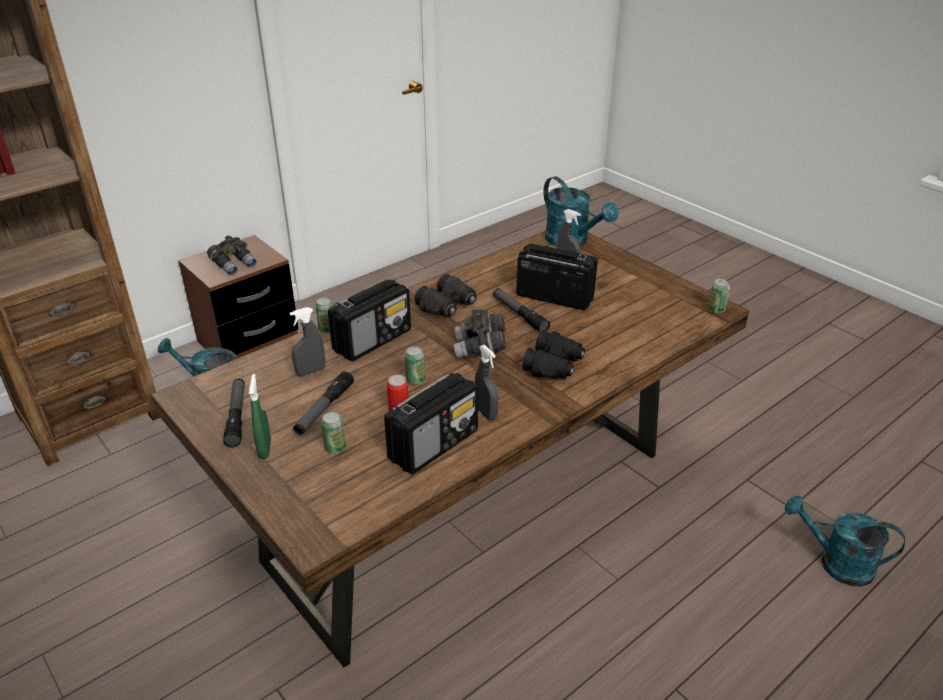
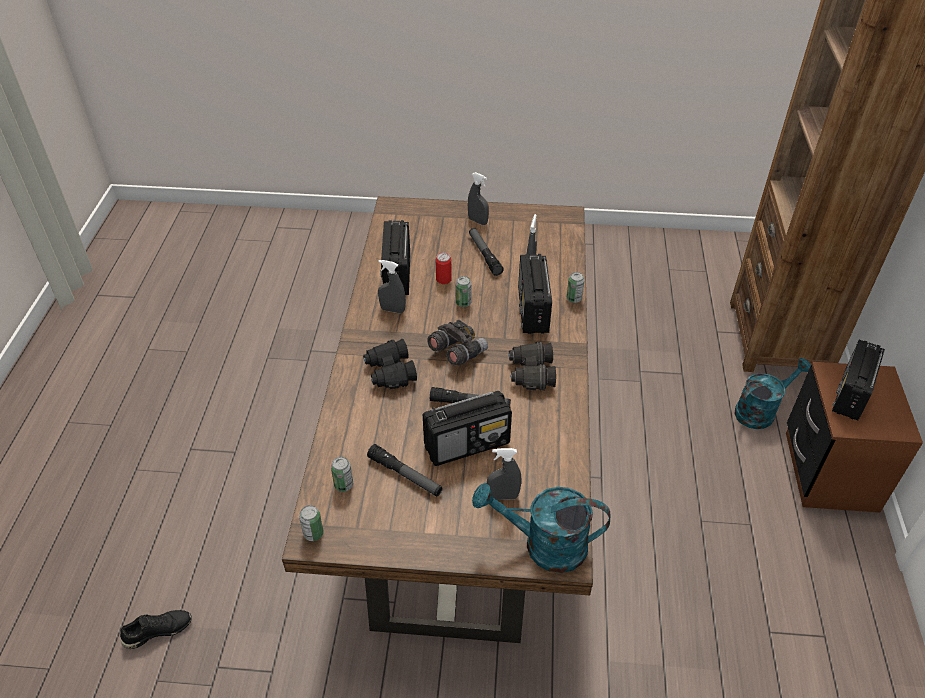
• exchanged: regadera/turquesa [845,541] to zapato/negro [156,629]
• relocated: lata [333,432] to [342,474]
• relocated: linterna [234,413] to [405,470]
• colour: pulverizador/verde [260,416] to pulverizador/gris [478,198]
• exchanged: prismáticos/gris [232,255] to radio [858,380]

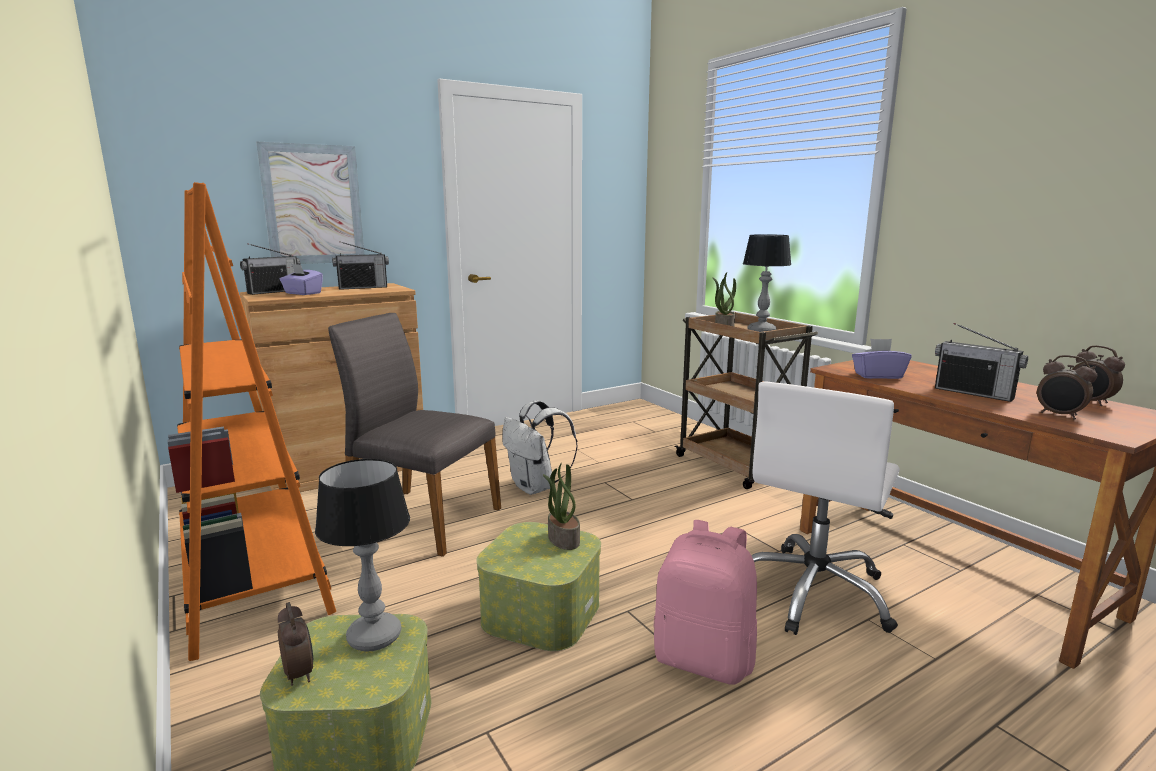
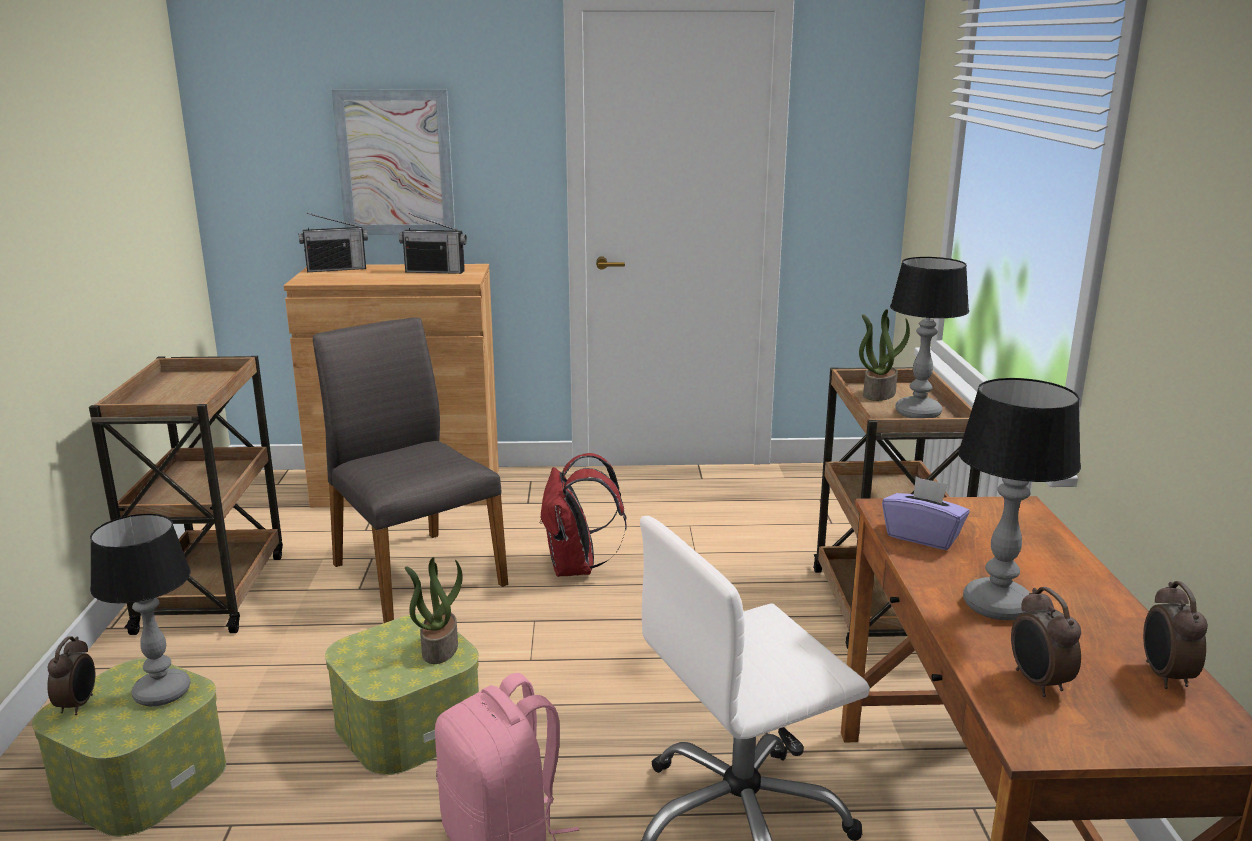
• exchanged: estantería/naranja [251,421] to carrito/marrón [186,495]
• colour: mochila/blanco [540,448] to mochila/rojo [583,515]
• exchanged: radio [981,362] to lámpara de mesa [1019,499]
• missing: caja de pañuelos/morado [301,279]

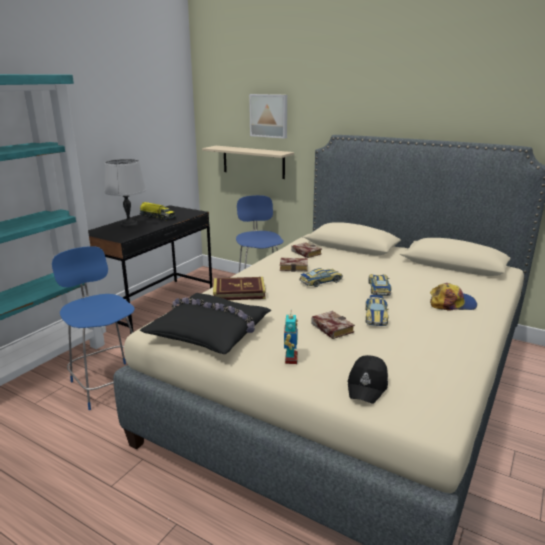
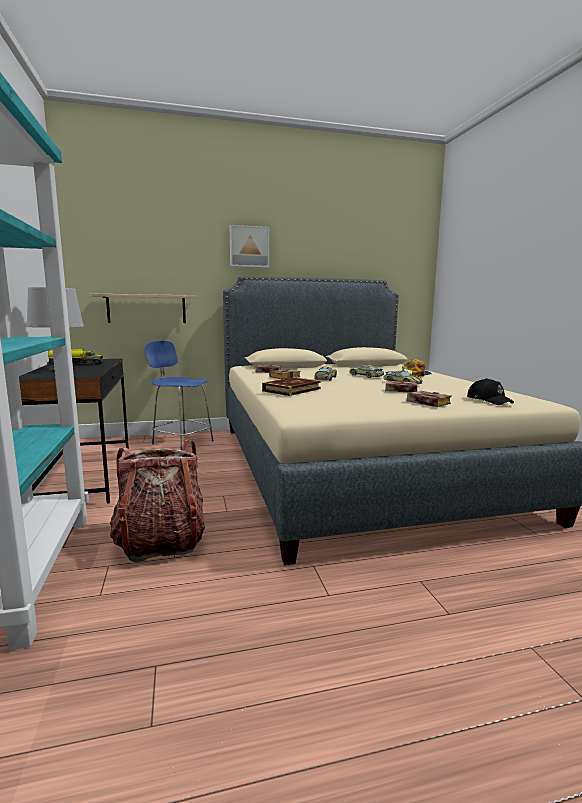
• exchanged: silla/azul [93,328] to mochila [157,500]
• relocated: cuadro [268,116] to [249,246]
• exchanged: robot de juguete [291,339] to libro [429,399]
• missing: cojín/negro [205,323]

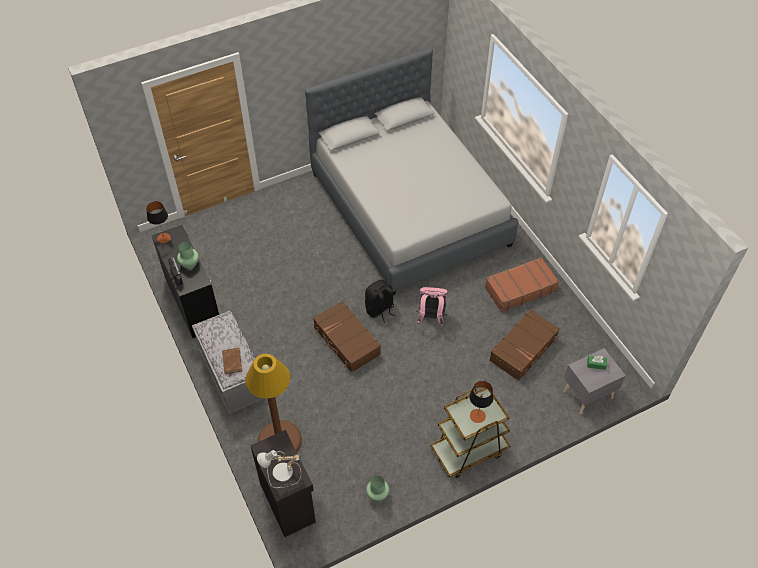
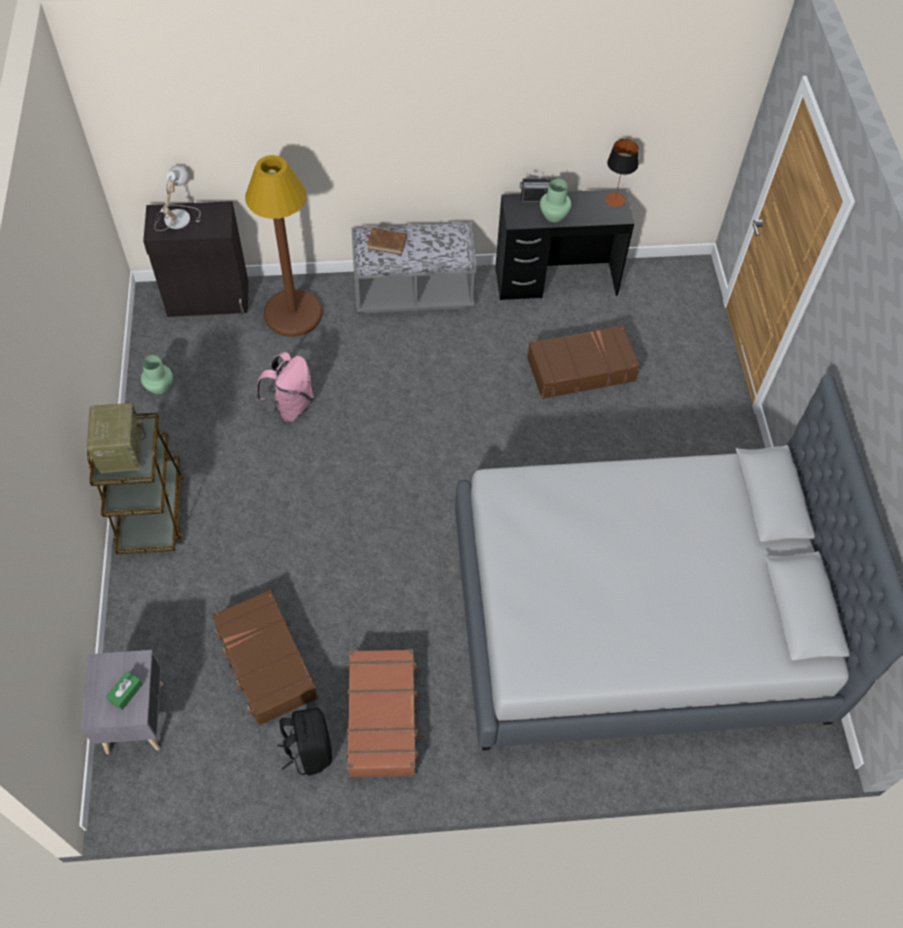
• exchanged: lámpara de mesa [481,402] to radio [116,438]
• relocated: mochila/rosa [432,307] to [284,387]
• relocated: mochila/negro [380,301] to [304,741]
• relocated: maleta/marrón [347,337] to [583,362]

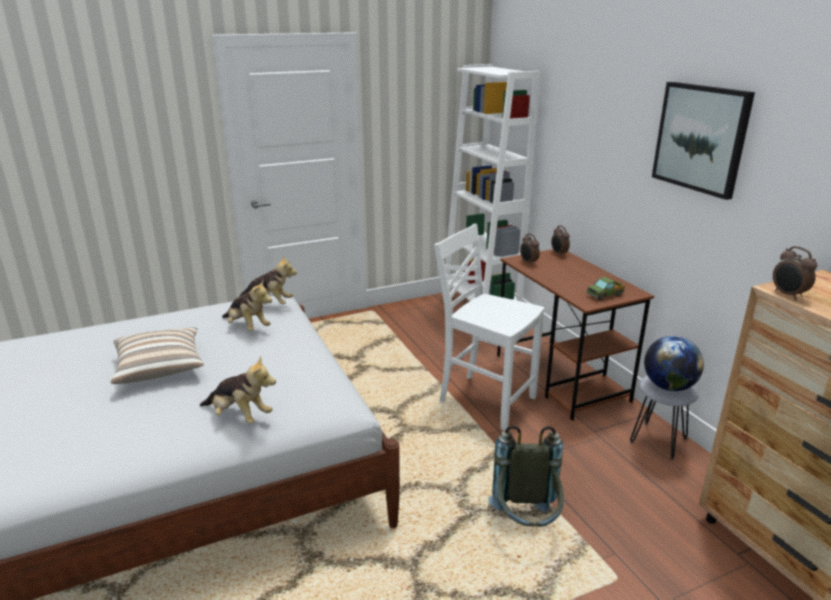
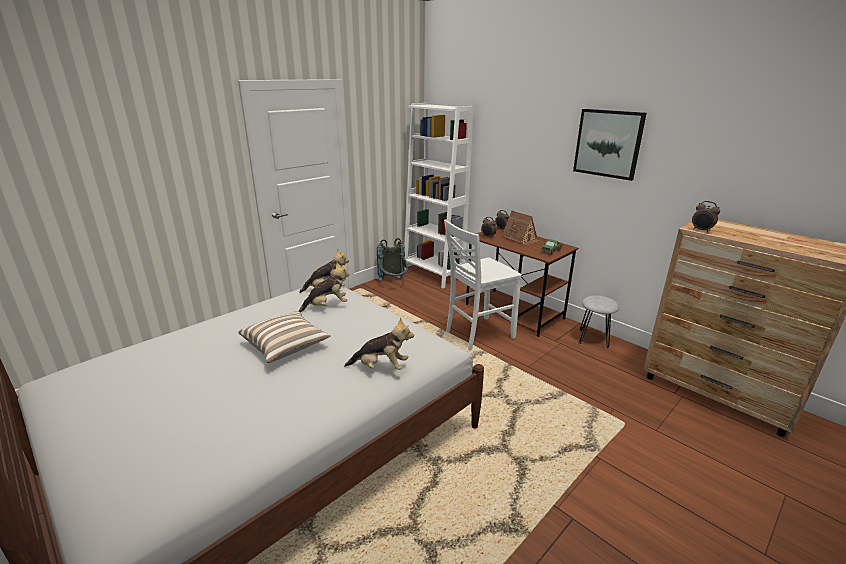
• spun: peluche [247,305] = [324,287] 45 degrees counterclockwise
• relocated: mochila/gris [526,476] to [392,259]
• spun: silla/blanco [489,327] = [483,284] 45 degrees counterclockwise
• appeared: casita [520,227]
• missing: globo terráqueo [674,363]

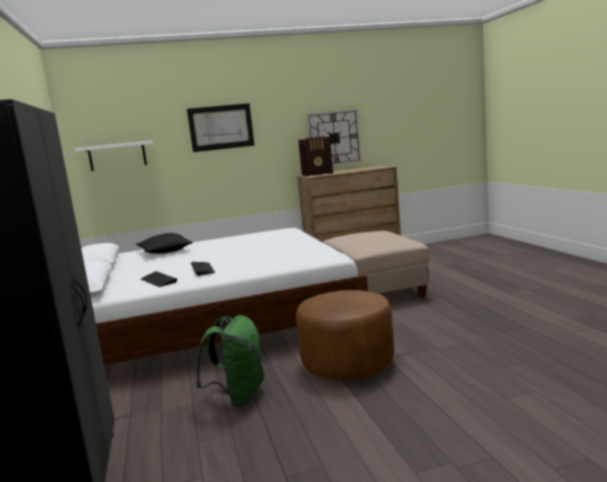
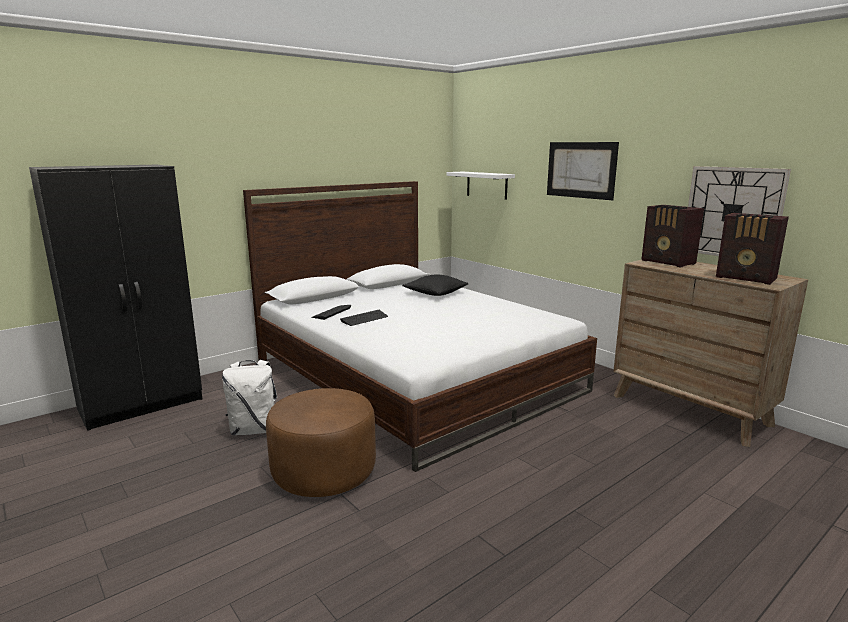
• colour: mochila/verde [230,361] to mochila/blanco [249,397]
• appeared: radio [752,249]
• missing: puf/beis [376,264]

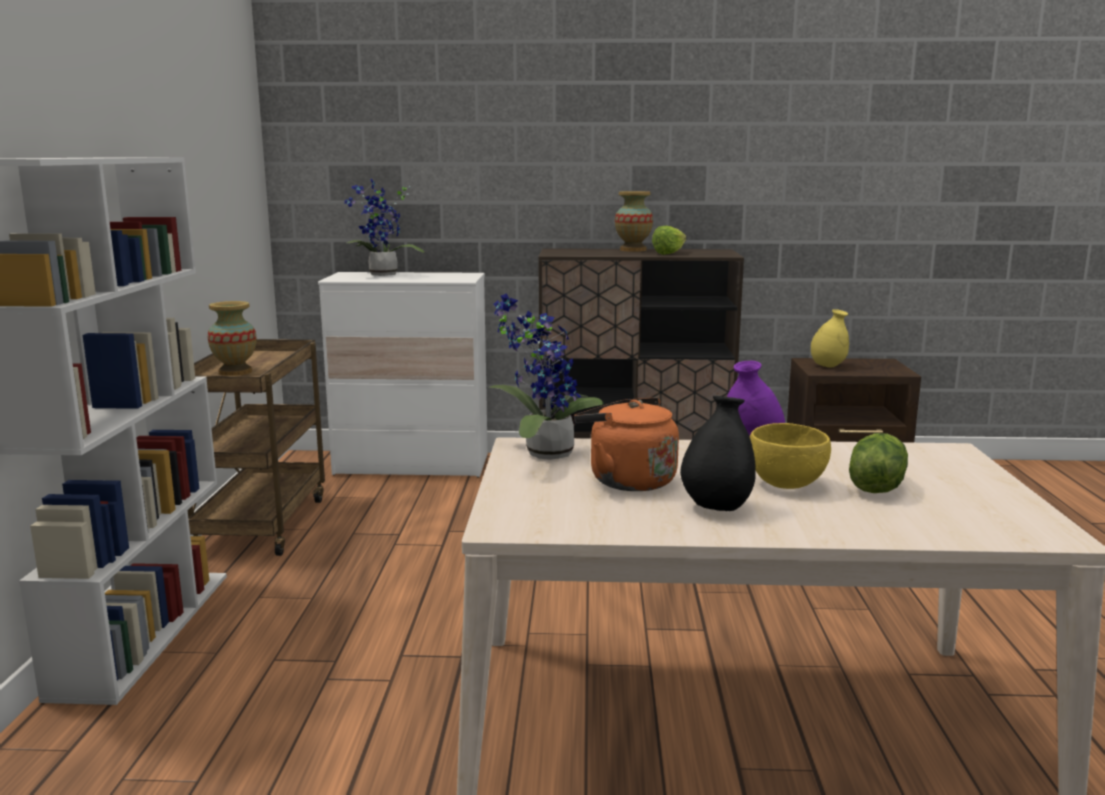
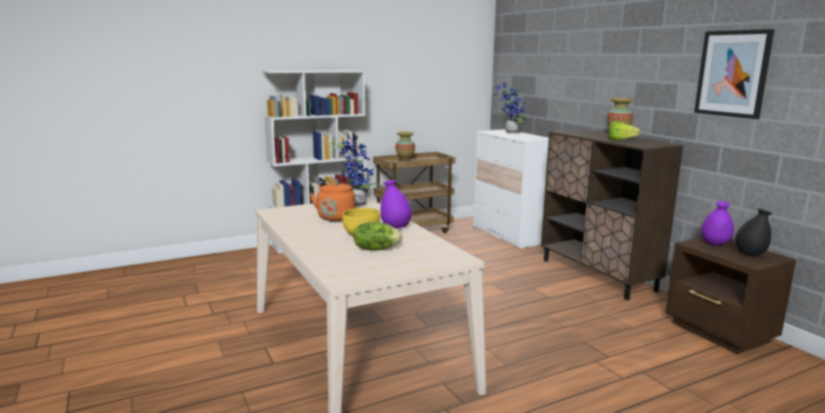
• appeared: cuadro [734,74]
• colour: florero/amarillo [830,338] to florero/morado [717,223]
• relocated: florero/negro [718,453] to [753,233]

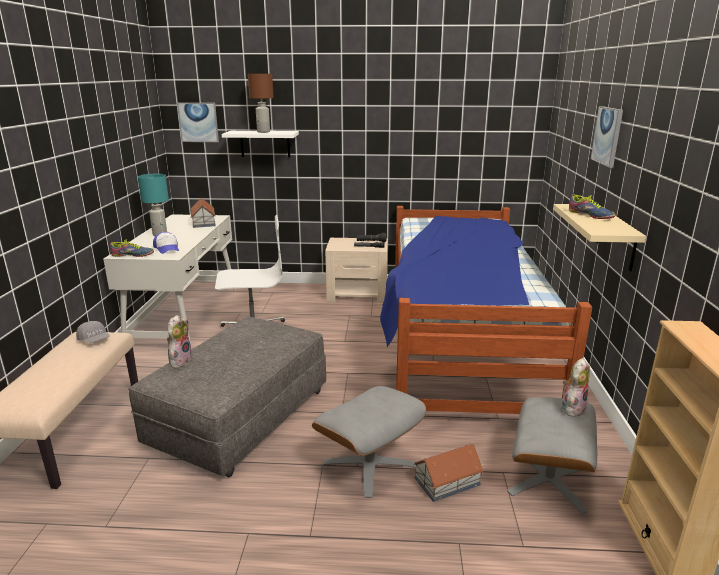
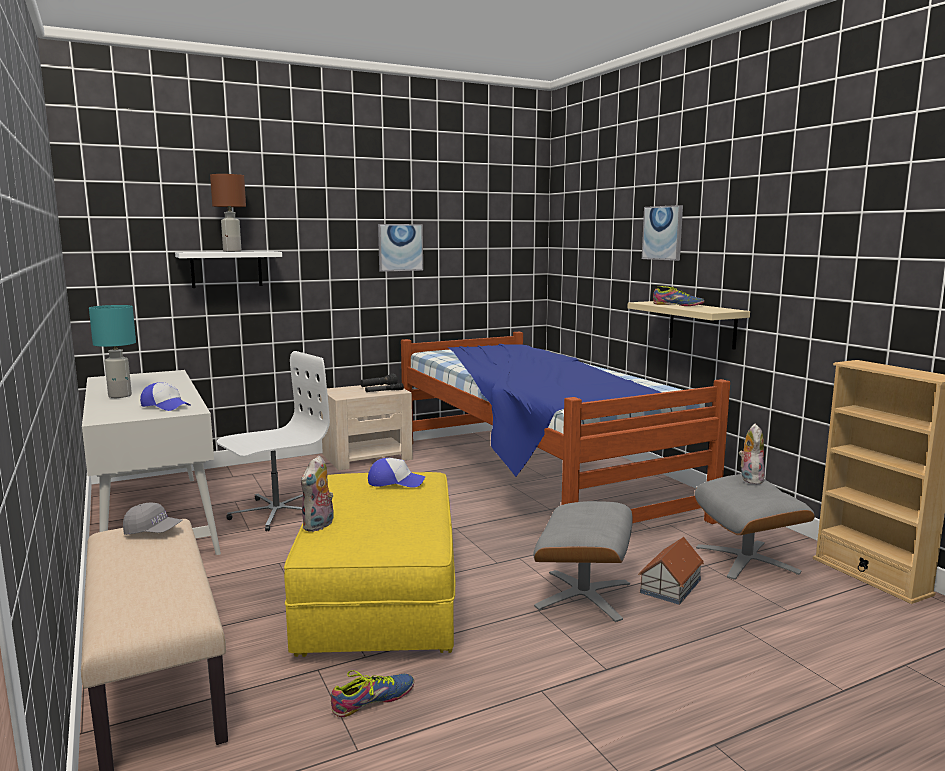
• colour: puf/gris [227,397] to puf/amarillo [369,564]
• spun: peluche [179,341] = [317,493] 150 degrees counterclockwise
• relocated: zapato [132,248] to [372,693]
• appeared: gorra [396,473]
• relocated: cuadro [198,122] to [400,248]
• missing: casita [203,213]

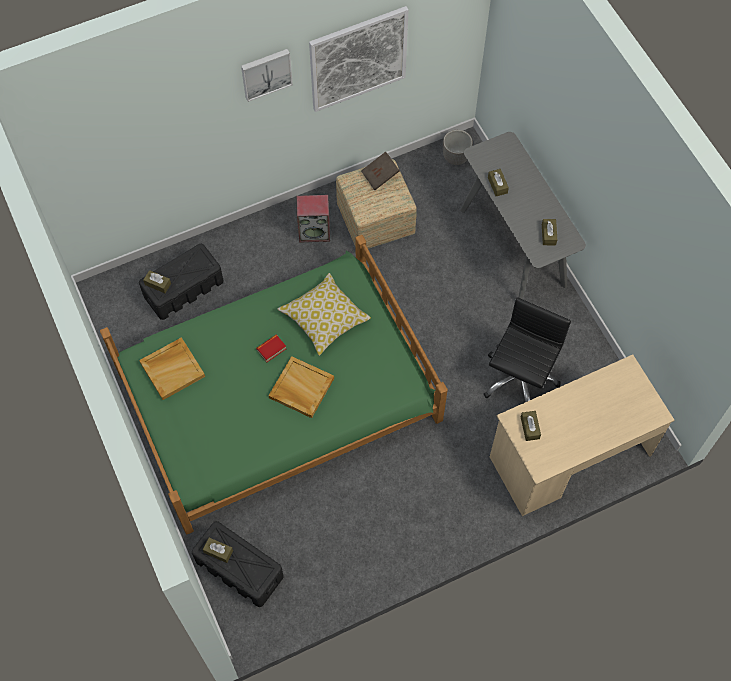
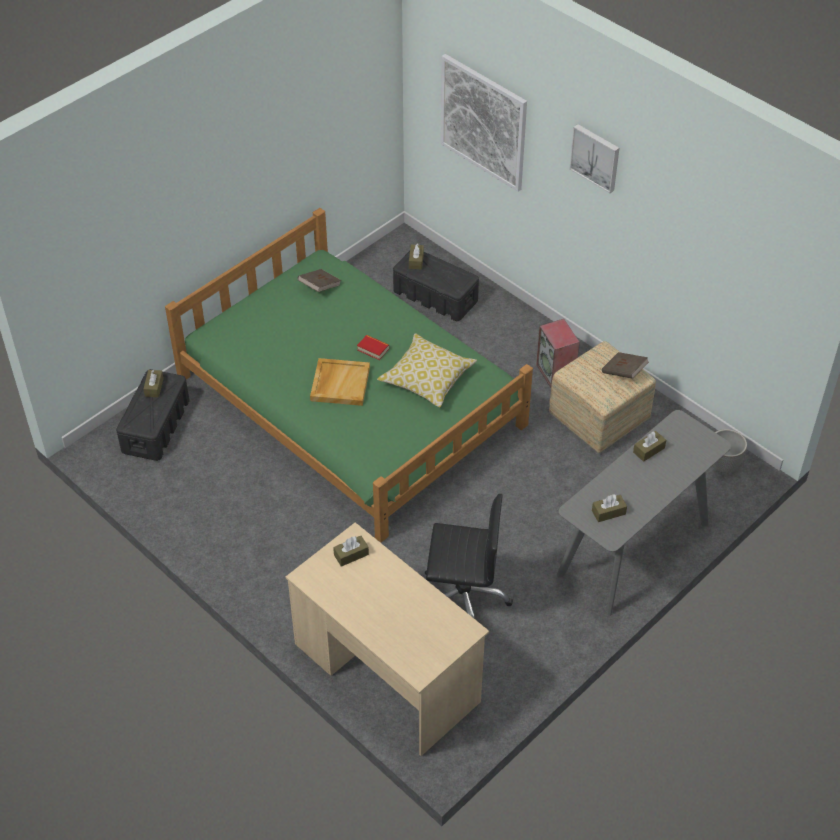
• exchanged: bandeja/beis [172,368] to libro/marrón [319,280]
• relocated: cuadro [359,59] to [483,123]

